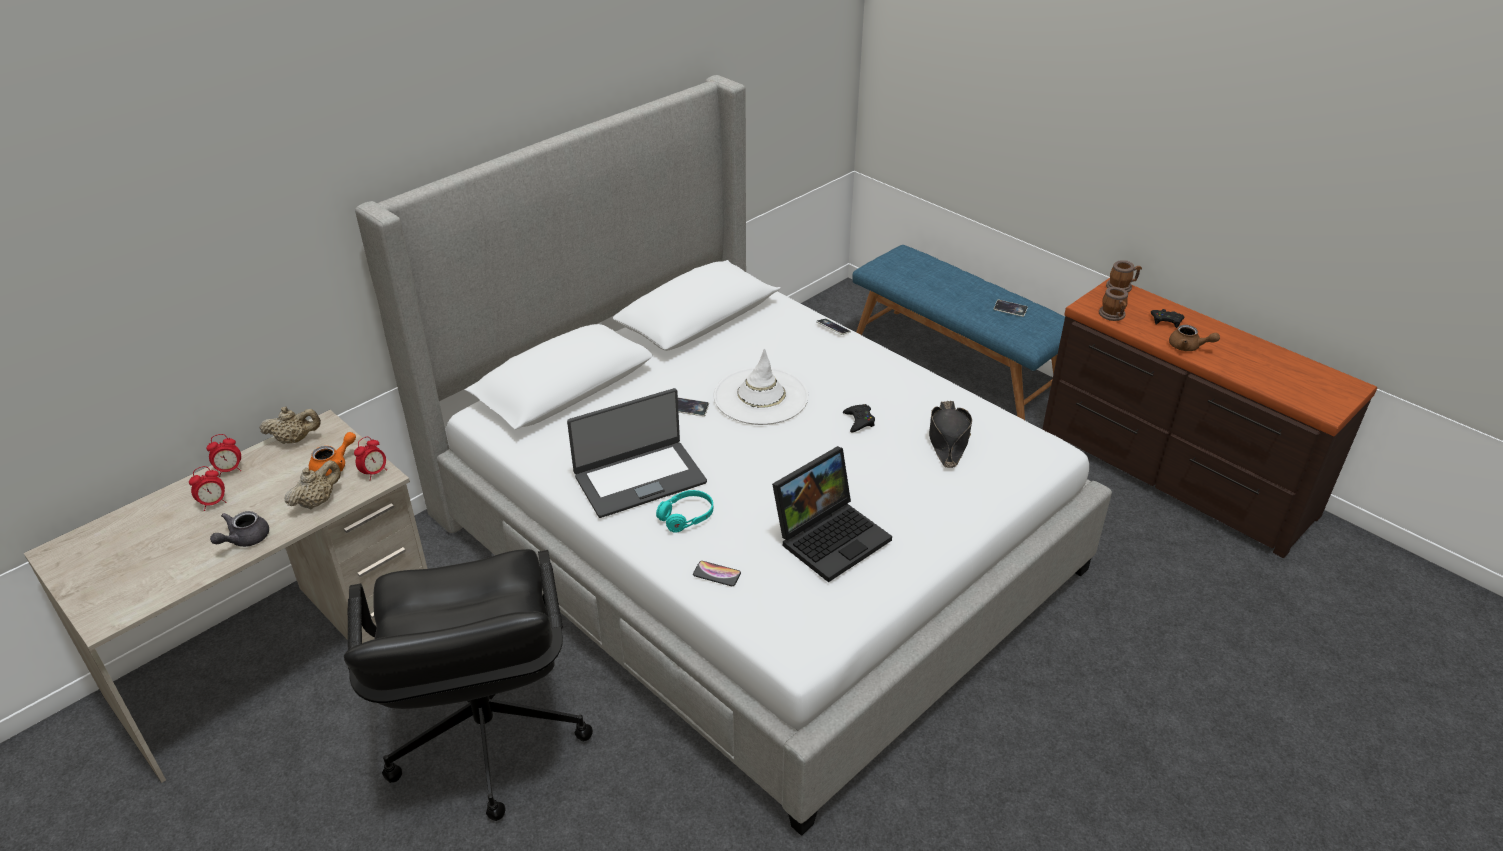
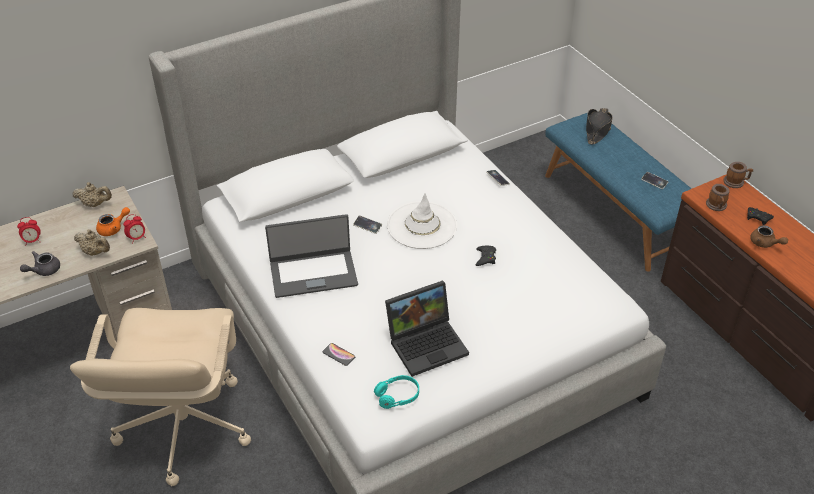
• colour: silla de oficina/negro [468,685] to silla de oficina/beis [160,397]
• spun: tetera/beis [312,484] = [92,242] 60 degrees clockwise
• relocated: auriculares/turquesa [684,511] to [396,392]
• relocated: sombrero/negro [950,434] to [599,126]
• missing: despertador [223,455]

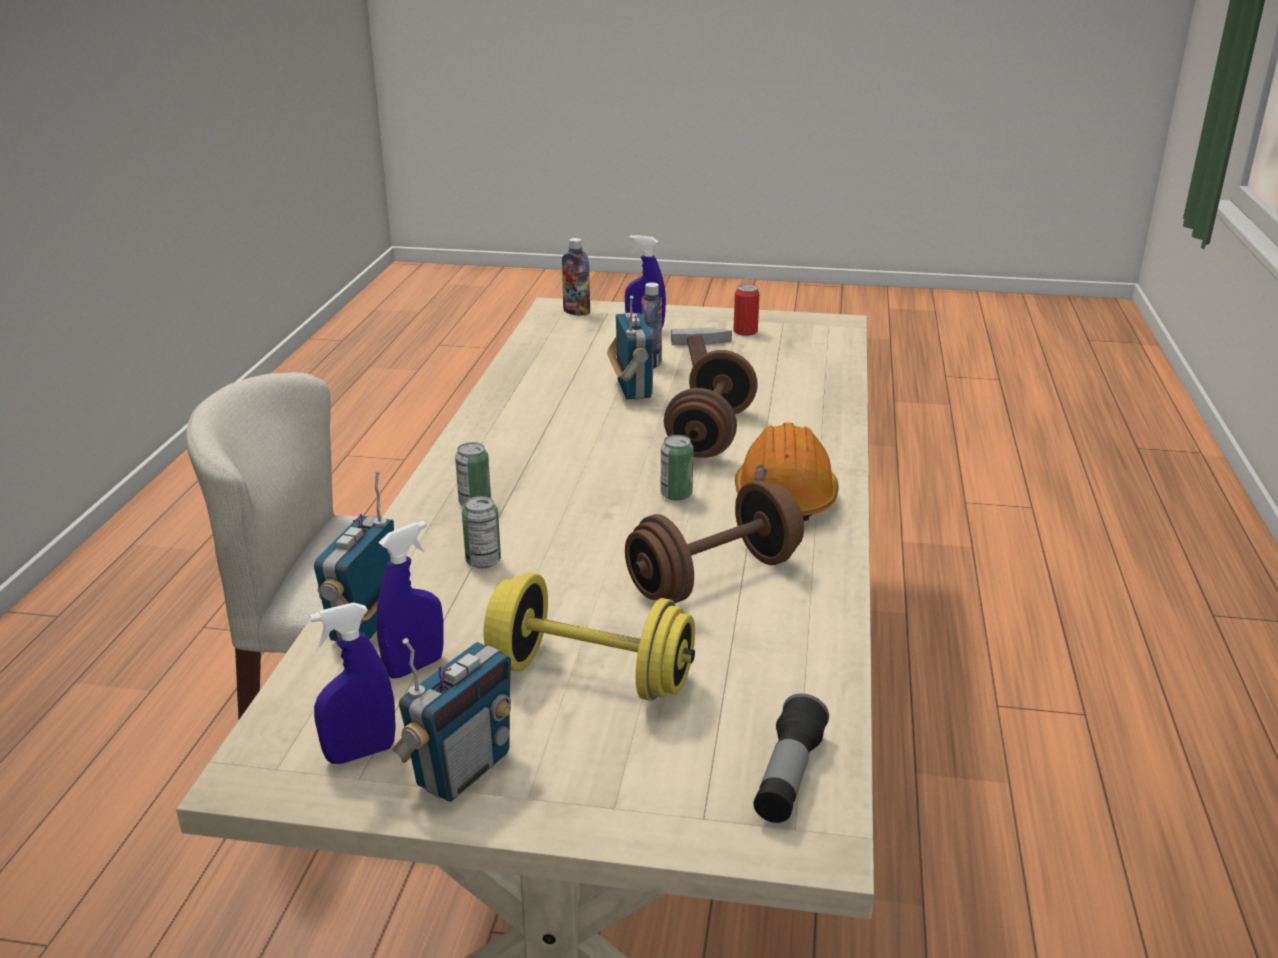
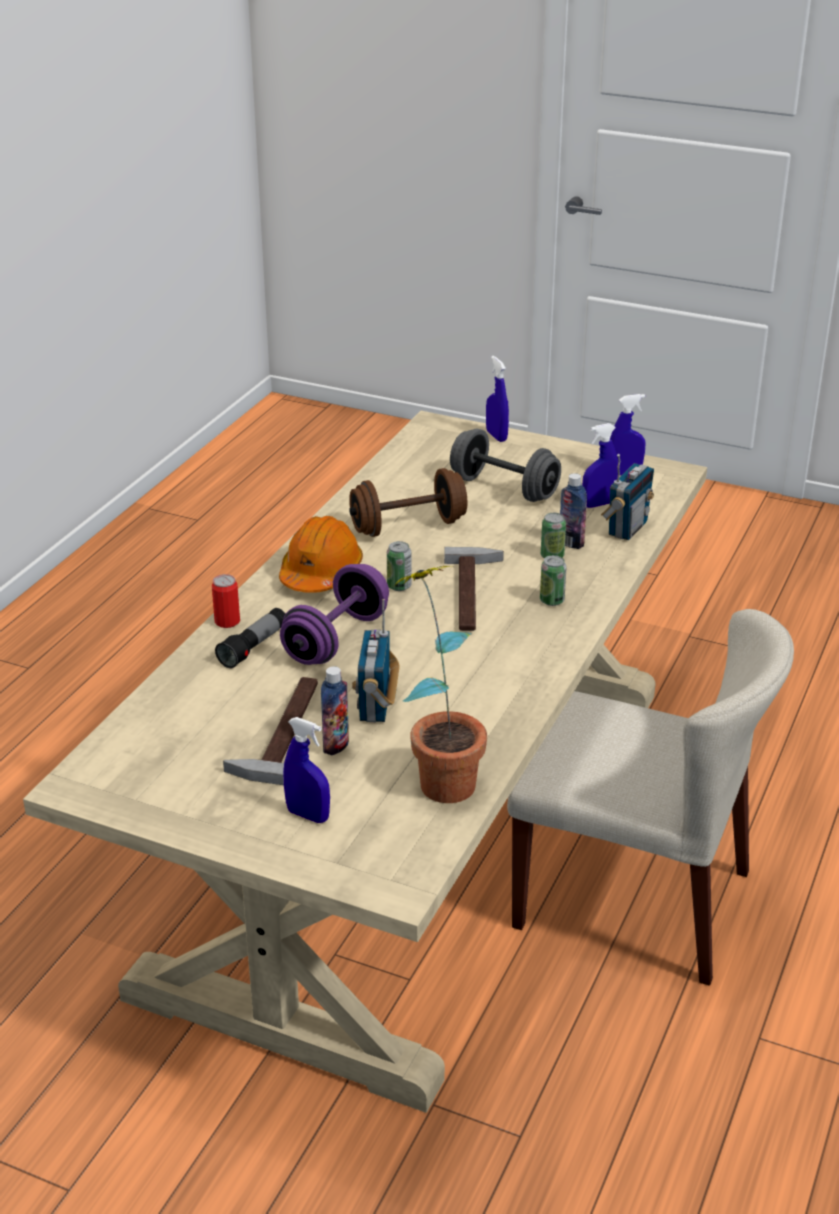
• relocated: lata [746,310] to [226,601]
• relocated: linterna [791,758] to [250,638]
• colour: mancuerna/marrón [711,404] to mancuerna/morado [334,614]
• appeared: planta en maceta [438,684]
• appeared: martillo [474,589]
• colour: mancuerna/amarillo [589,636] to mancuerna/gris [505,465]
• appeared: pulverizador/azul [497,399]
• relocated: botella [576,277] to [573,511]
• missing: radio [451,720]

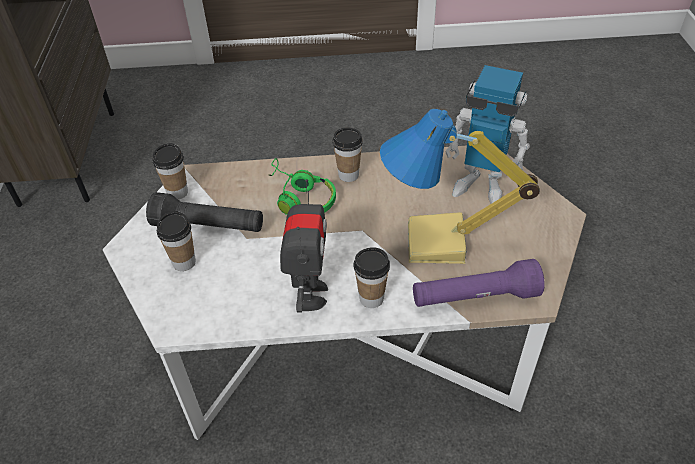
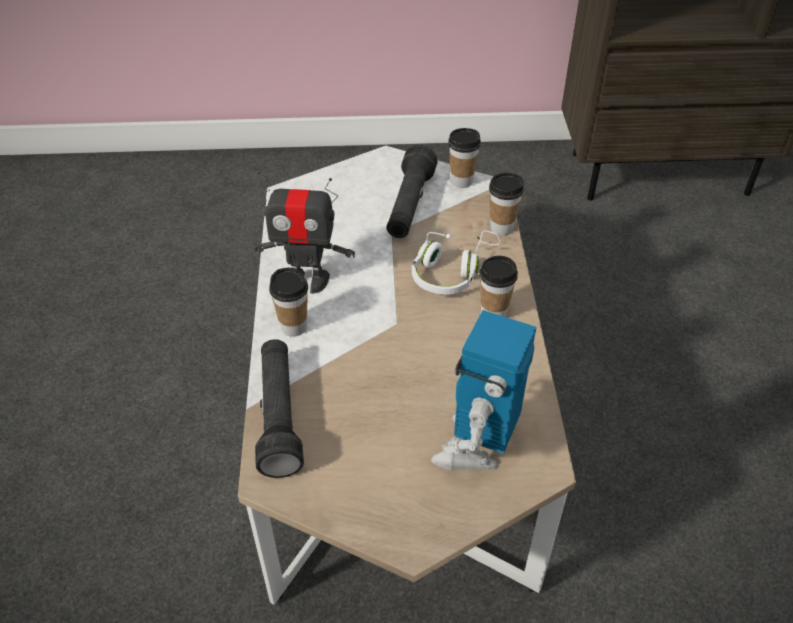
• colour: linterna/morado [479,283] to linterna/negro [279,408]
• colour: auriculares/verde [302,186] to auriculares/blanco [456,263]
• relocated: taza [176,241] to [506,204]
• missing: lámpara de mesa [460,186]

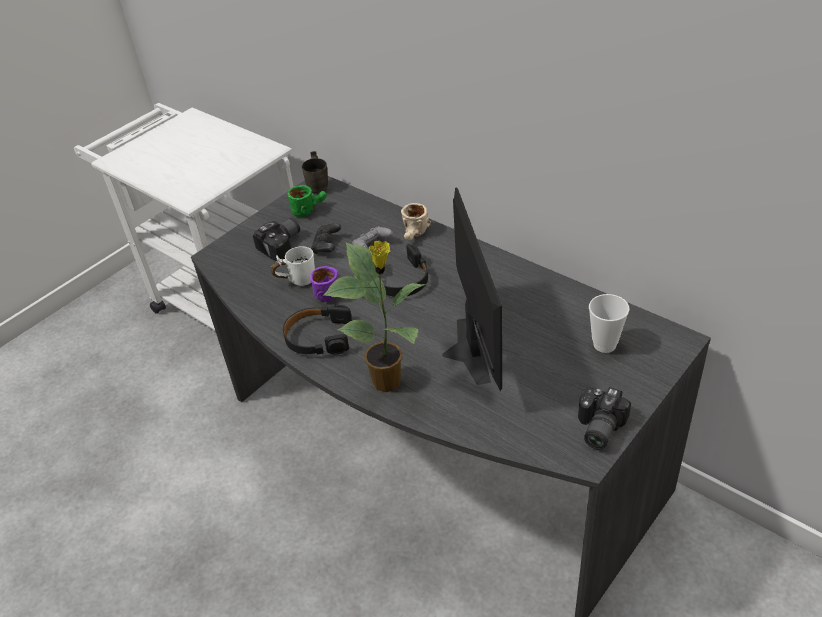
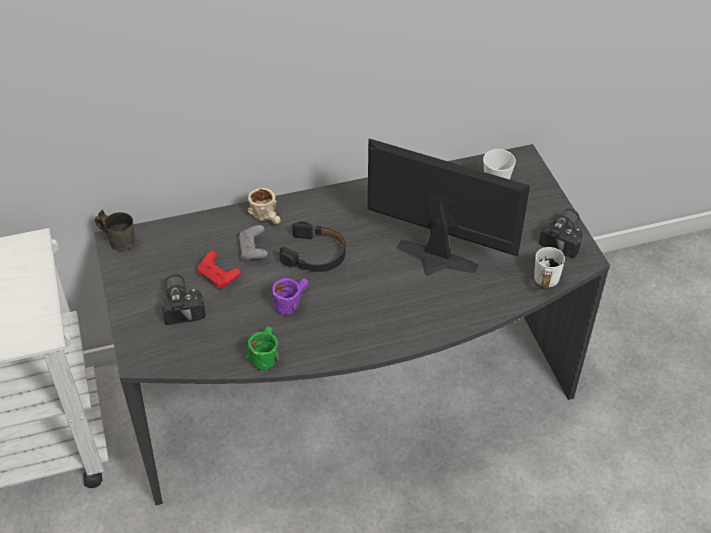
• colour: mando de consola/negro [326,238] to mando de consola/rojo [219,270]
• relocated: taza grande/verde [307,201] to [262,348]
• relocated: taza grande/blanco [293,266] to [549,268]
• spun: cámara [604,418] = [561,233] 120 degrees counterclockwise
• missing: auriculares/negro [317,330]
• missing: planta en maceta [374,316]

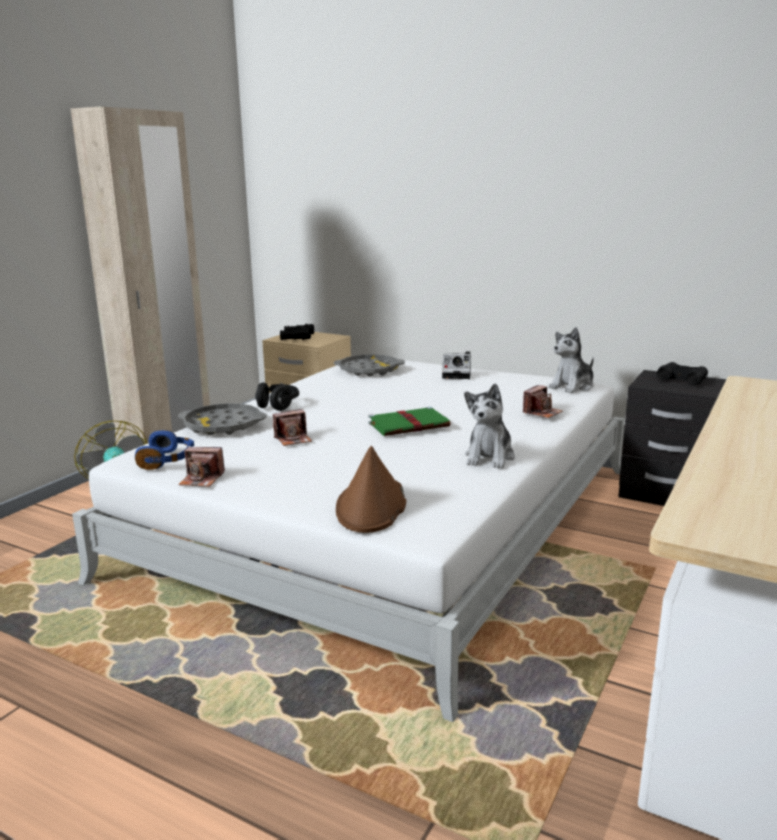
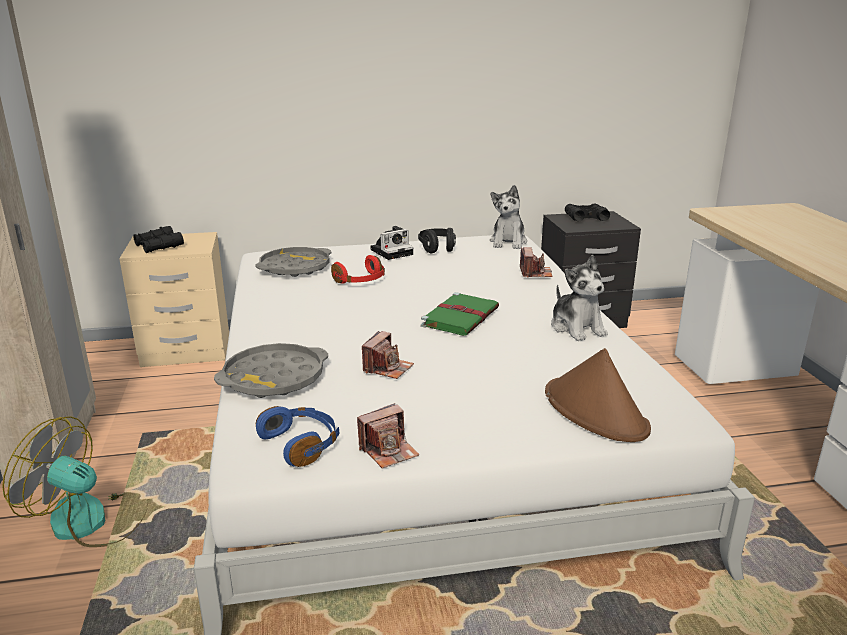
• appeared: auriculares/rojo [358,269]
• relocated: auriculares/negro [277,396] to [437,240]

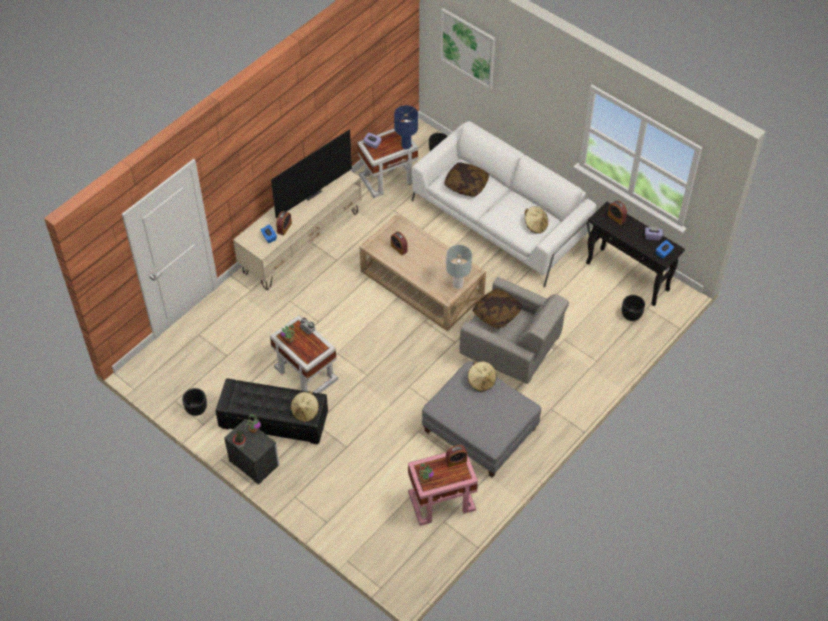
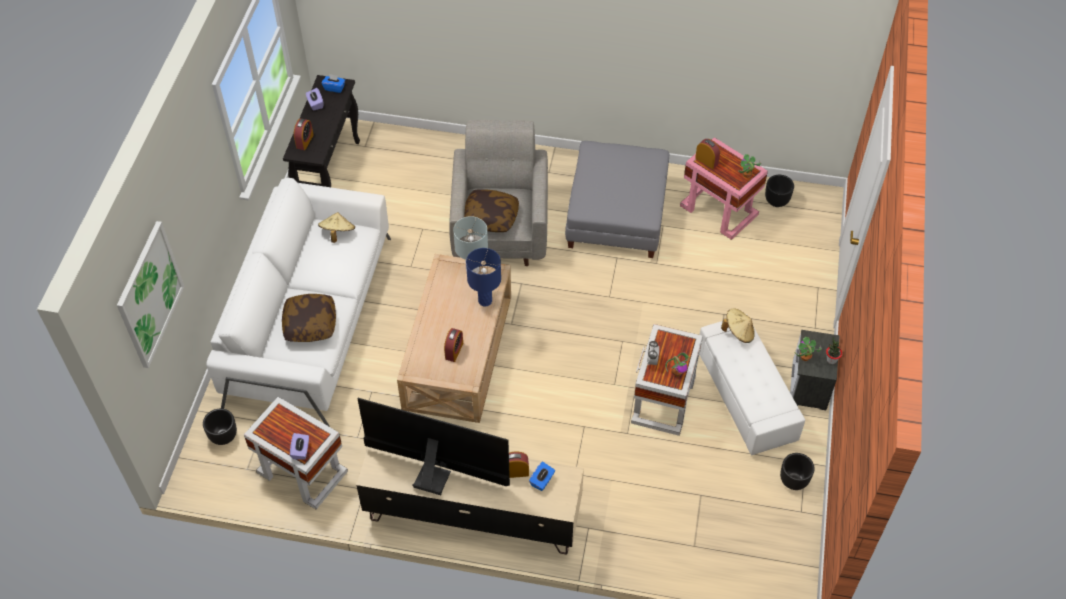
• relocated: lámpara de mesa/azul [406,127] to [483,277]
• colour: puf/negro [272,411] to puf/blanco [752,385]
• relocated: maceta/negro [633,308] to [779,191]
• missing: sombrero/beis [482,376]

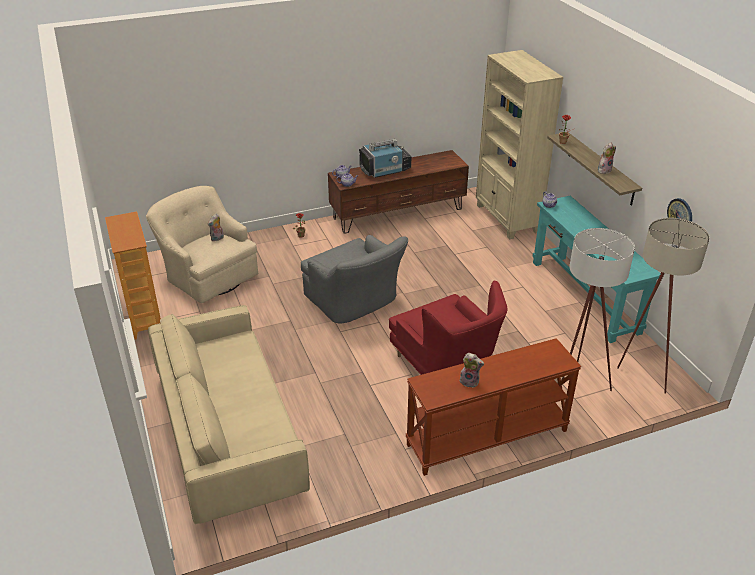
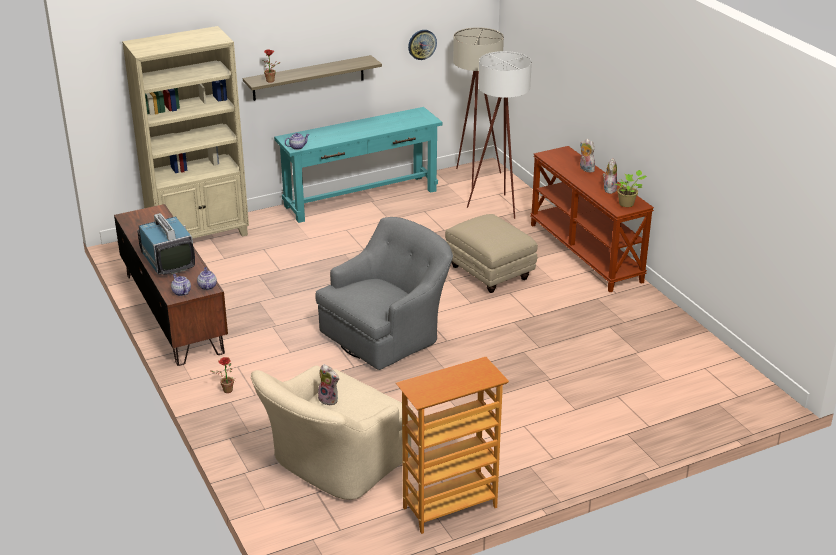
• exchanged: sillón/rojo [448,328] to puf/beis [491,253]
• relocated: peluche [607,158] to [587,155]
• appeared: planta en maceta [631,188]
• missing: sofá/beis [229,414]

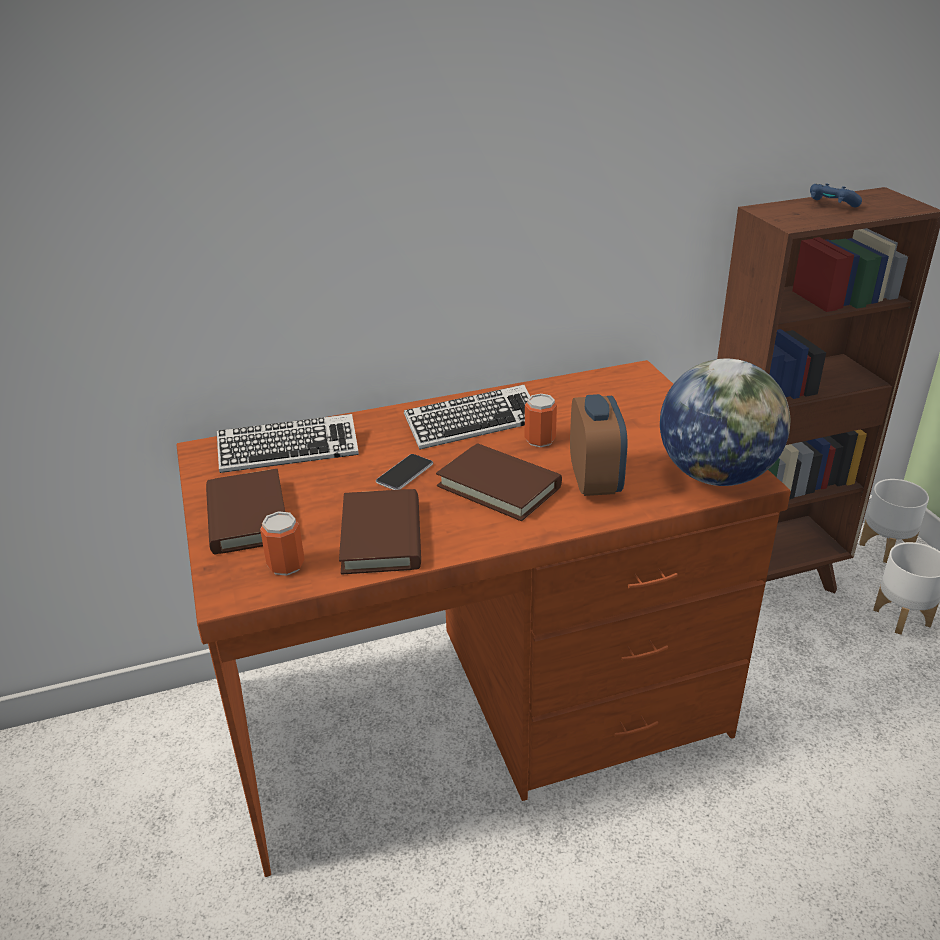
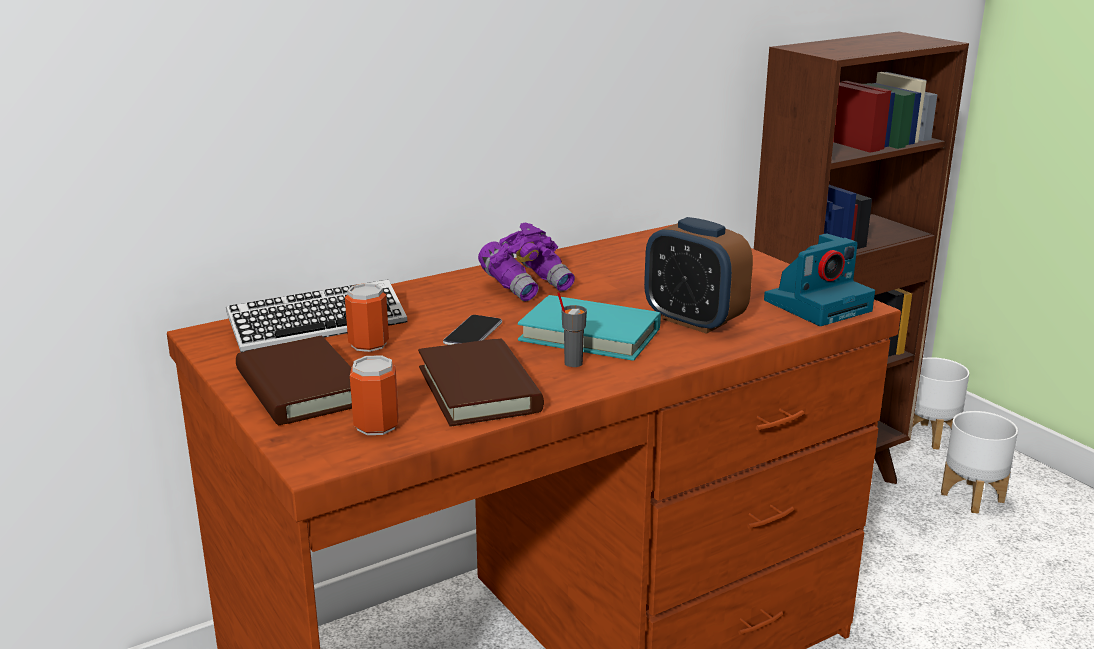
• relocated: lata [541,420] to [367,317]
• exchanged: teclado [467,417] to prismáticos/morado [526,262]
• colour: libro/marrón [499,482] to libro/turquesa [589,328]
• appeared: taza/gris [572,329]
• spun: despertador [598,445] = [698,275] 150 degrees clockwise
• exchanged: globo terráqueo [725,422] to cámara [819,279]
• missing: mando de consola/azul [836,196]

